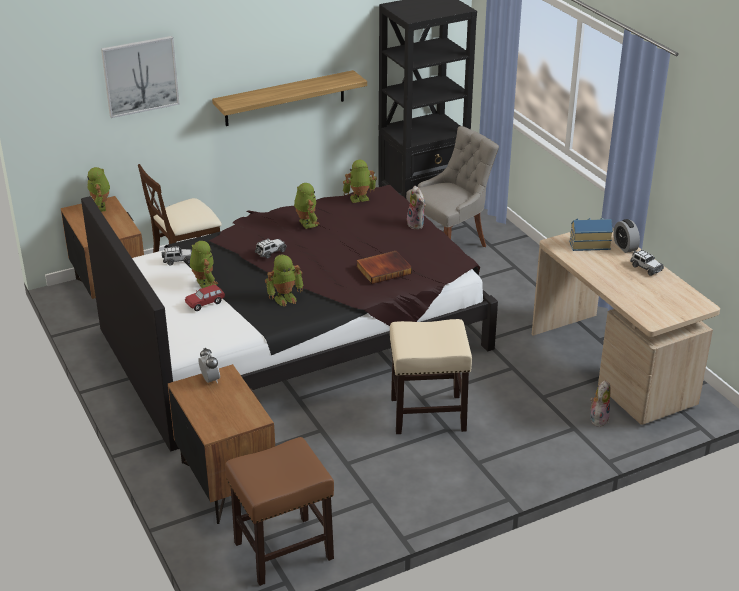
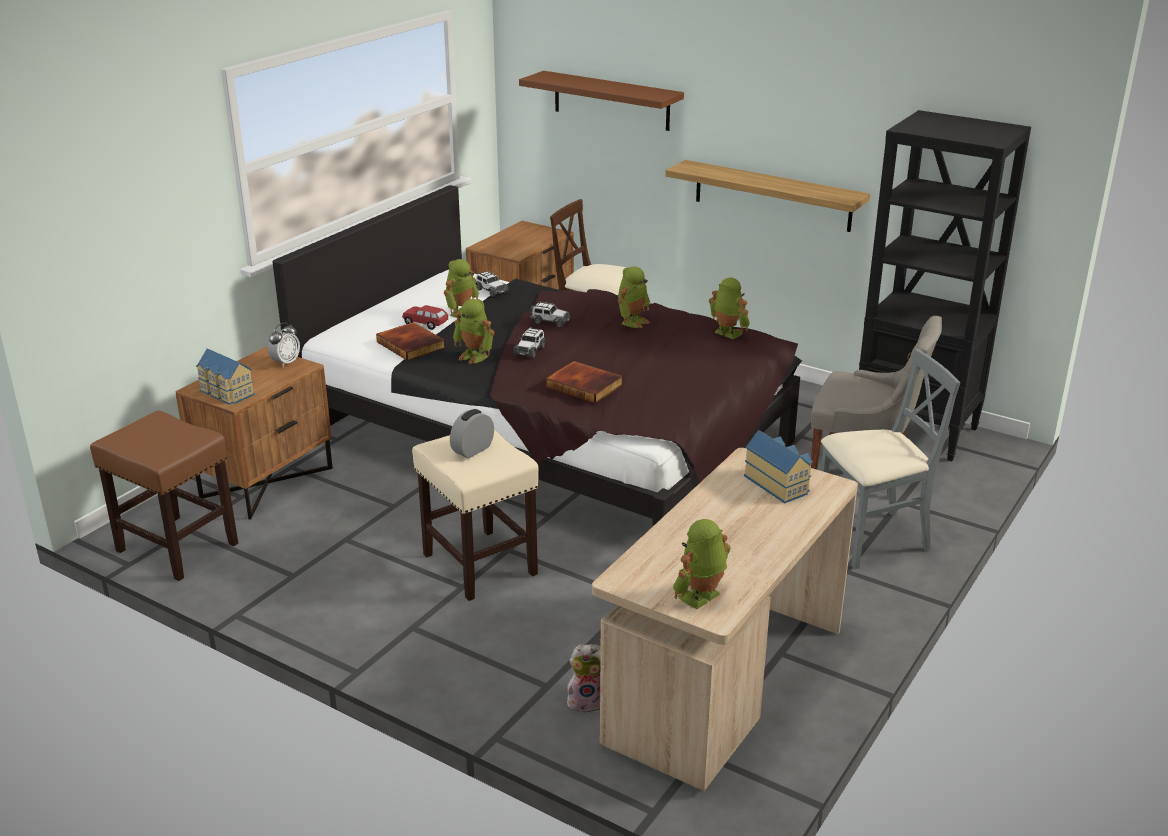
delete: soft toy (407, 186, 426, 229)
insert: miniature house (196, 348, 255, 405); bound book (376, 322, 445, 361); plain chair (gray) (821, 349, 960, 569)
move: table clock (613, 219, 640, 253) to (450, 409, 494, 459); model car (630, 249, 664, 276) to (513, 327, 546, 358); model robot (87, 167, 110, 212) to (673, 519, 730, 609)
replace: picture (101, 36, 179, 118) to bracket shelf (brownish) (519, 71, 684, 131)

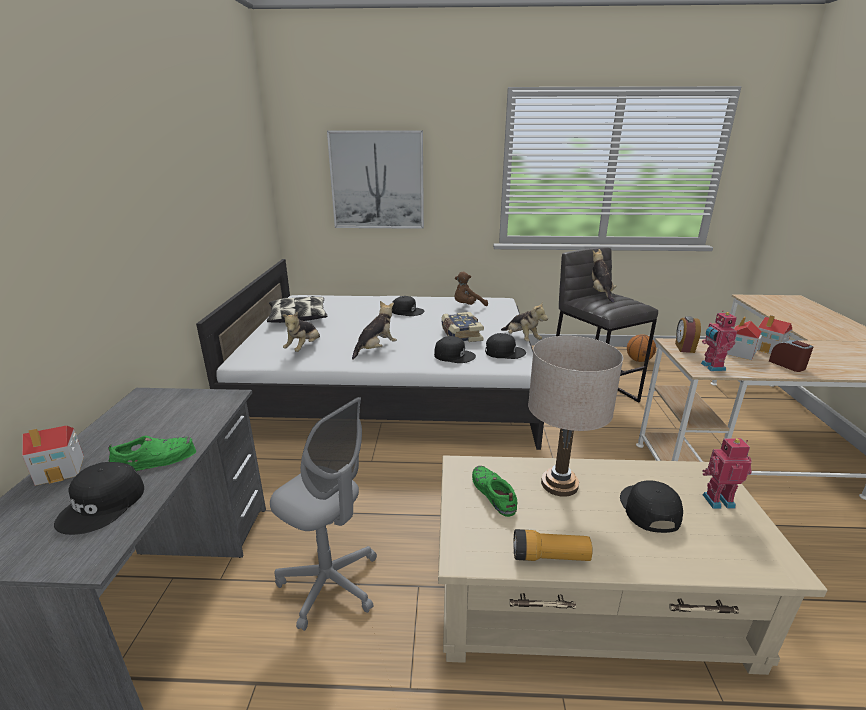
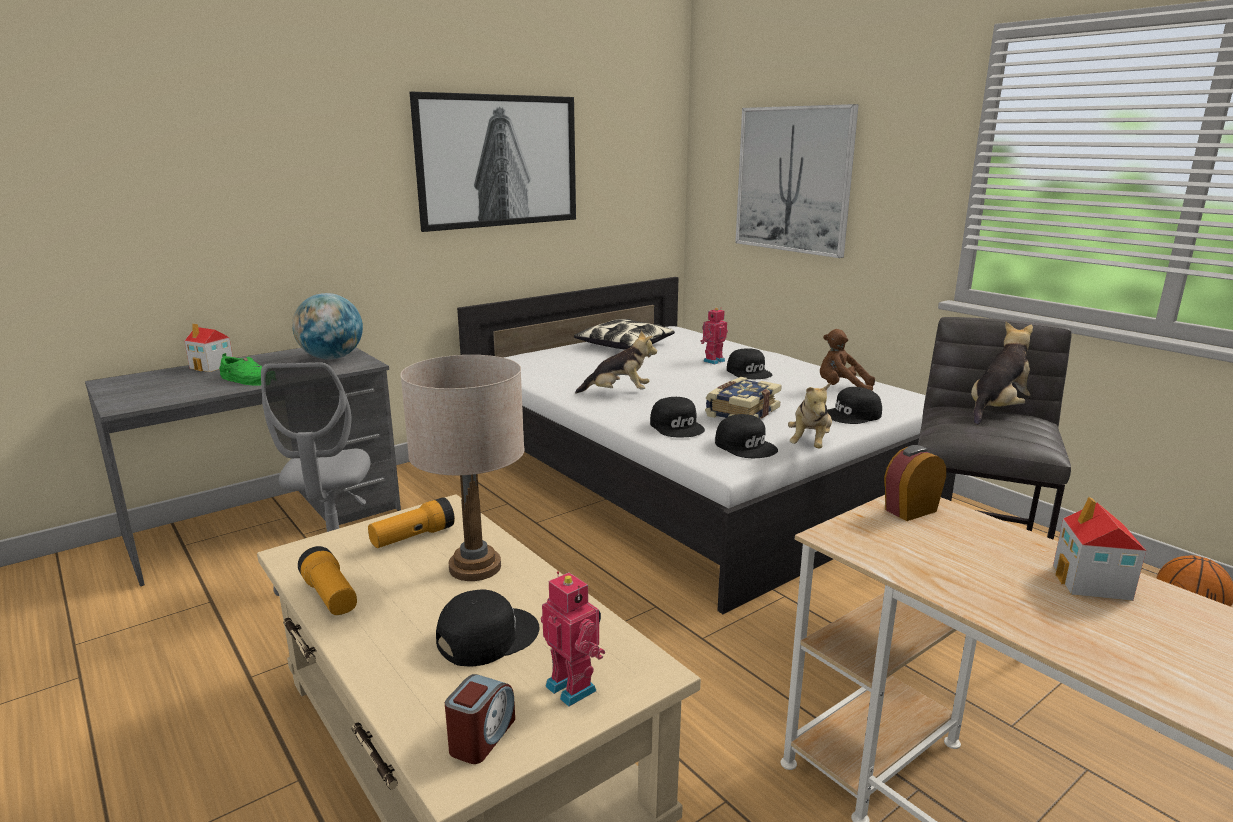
delete: soft toy (283, 312, 320, 352); miniature house (727, 316, 762, 360)
insert: world globe (292, 293, 363, 360); picture (410, 92, 576, 232)
move: table clock (769, 340, 813, 372) to (445, 674, 515, 764); model robot (701, 311, 737, 371) to (700, 308, 728, 364); baseball cap (black-coloured) (54, 462, 144, 535) to (827, 387, 882, 424)
replace: item of footwear (green) (472, 466, 518, 517) to hand torch (368, 497, 455, 548)

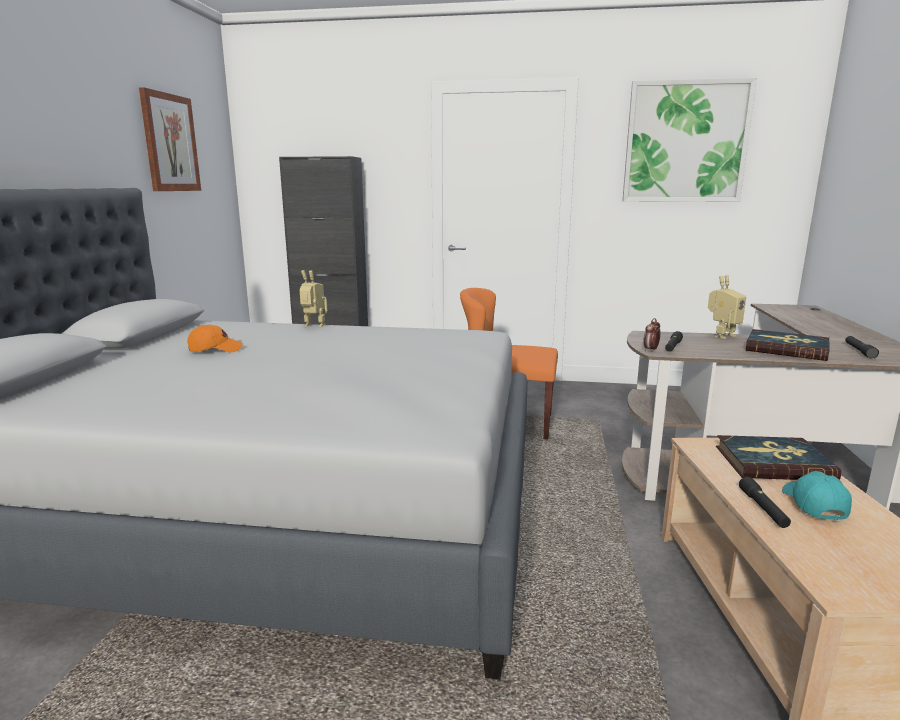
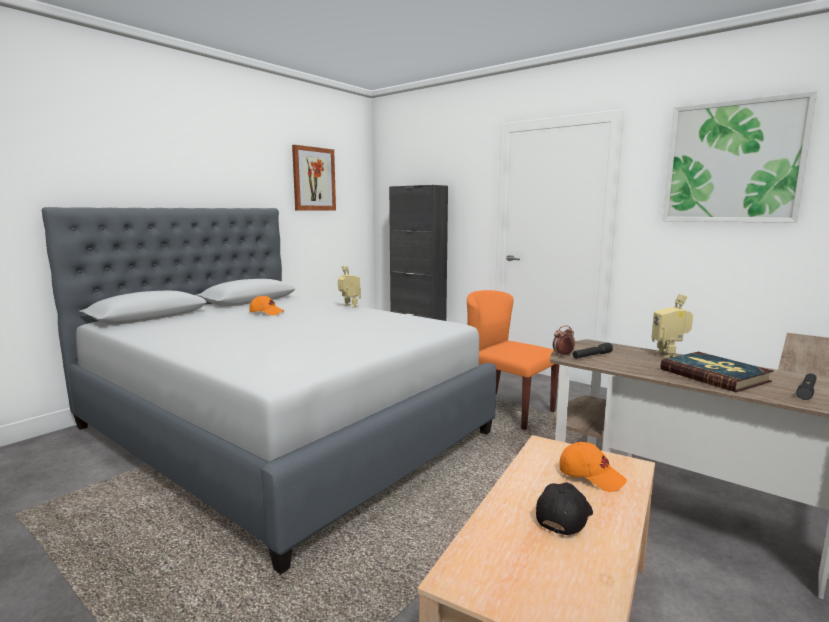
delete: hand torch (black-coloured) (739, 477, 791, 528)
replace: bound book (716, 435, 841, 480) to baseball cap (orangey) (559, 442, 627, 492)
recolor: baseball cap (turquoise) (782, 471, 852, 521) to baseball cap (black-coloured) (536, 483, 593, 535)
rotate: model robot (708, 275, 746, 339) = (652, 294, 693, 358) 90 degrees clockwise

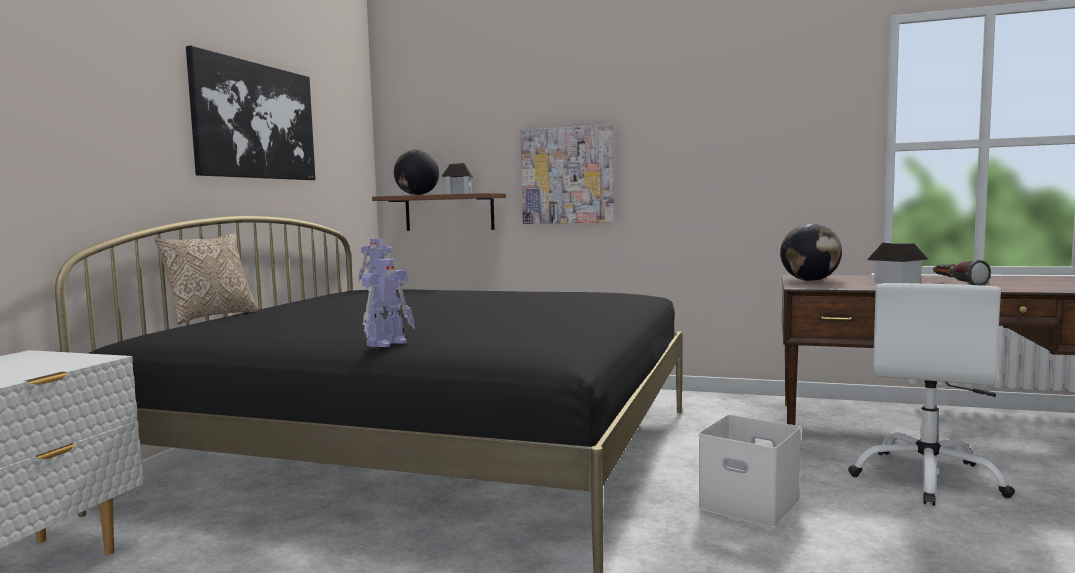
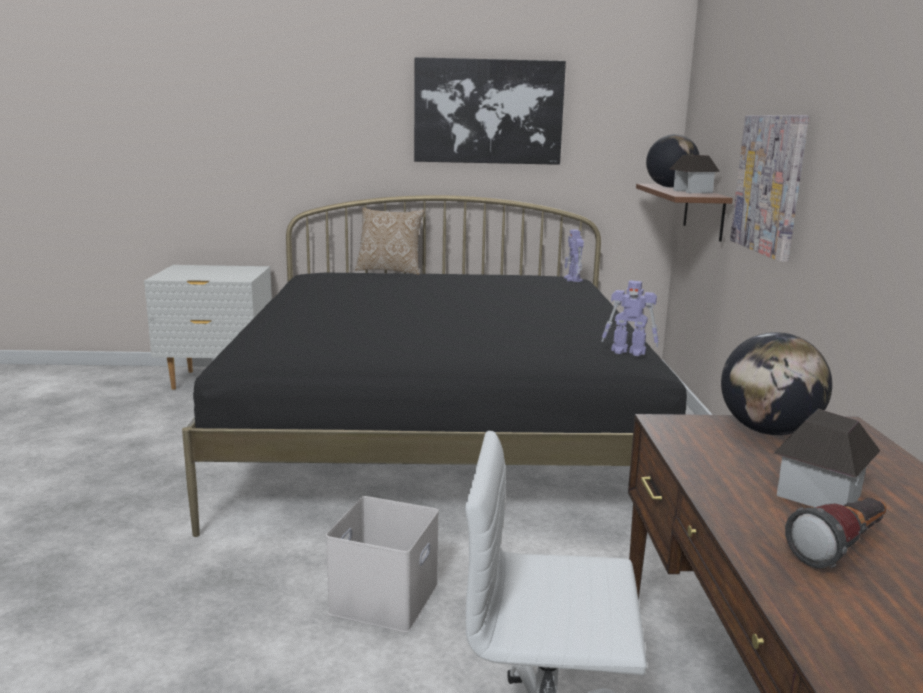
move: model robot (362, 259, 415, 347) to (602, 280, 659, 356)

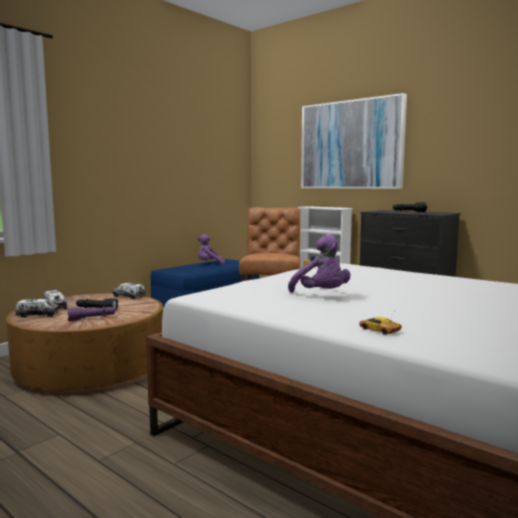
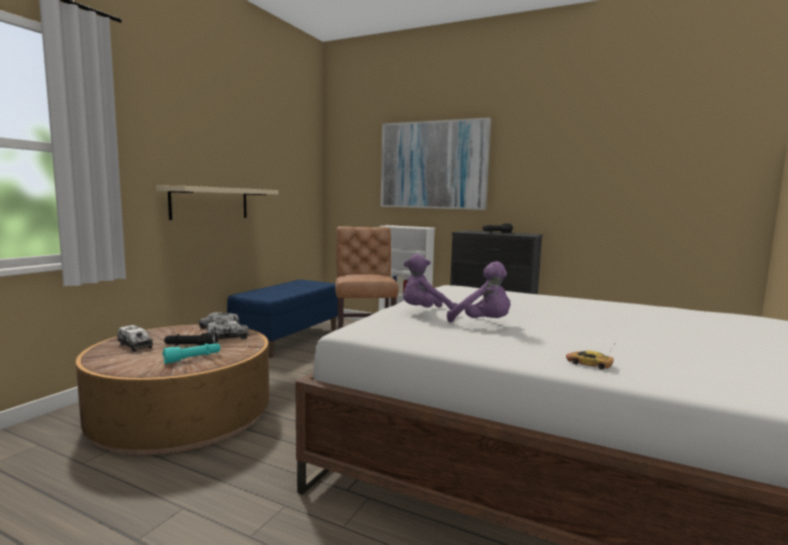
insert: bracket shelf (sand-coloured) (156, 186, 279, 220)
move: toy truck (15, 299, 59, 318) to (207, 321, 249, 341); soft toy (purple-coloured) (198, 234, 225, 265) to (403, 254, 458, 310)
recolor: hand torch (purple-coloured) (67, 306, 115, 321) to hand torch (turquoise) (163, 343, 220, 364)

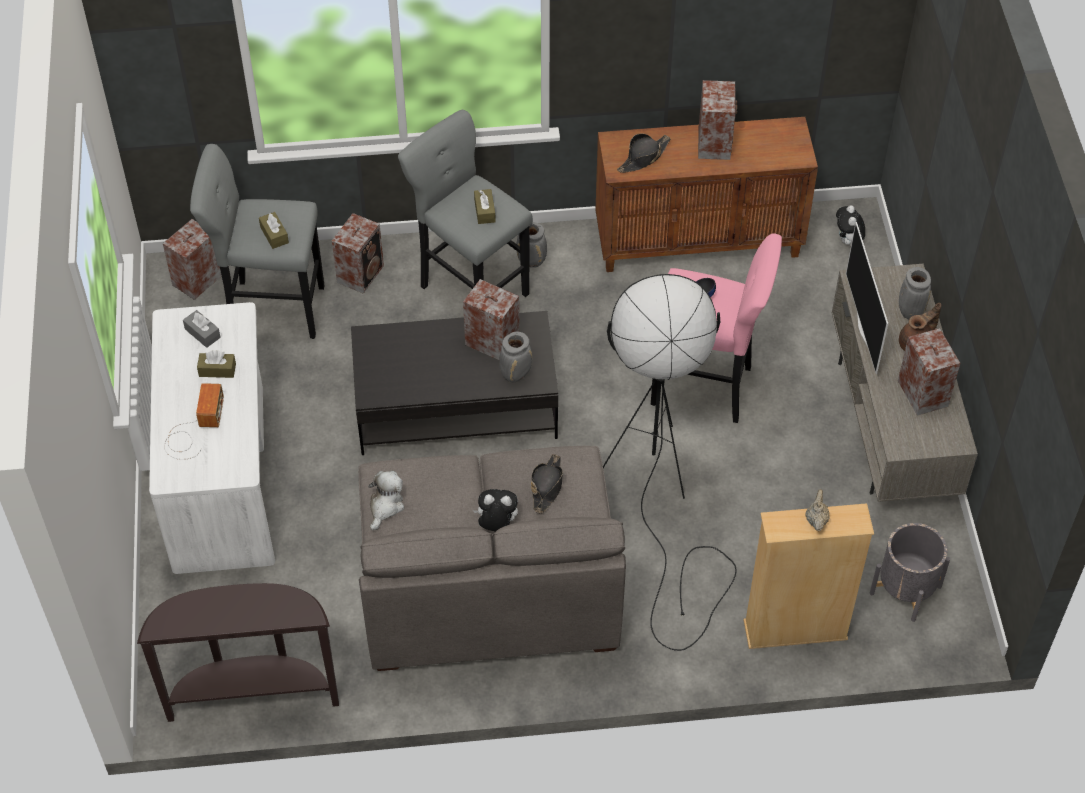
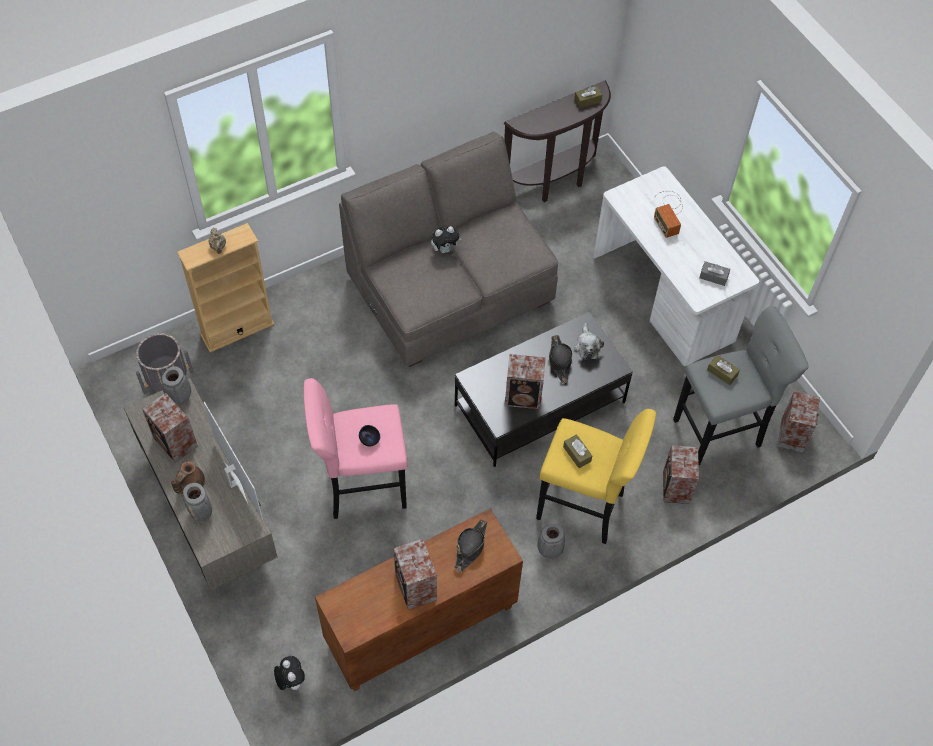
delete: standing lamp (black-coloured) (603, 274, 736, 651)
move: decorative vase (gray) (499, 332, 532, 382) to (162, 366, 191, 406); clothing hat (black-coloured) (531, 454, 563, 514) to (549, 335, 572, 383); tissue box (brownish) (197, 350, 236, 378) to (574, 86, 602, 108); soft toy (368, 471, 404, 531) to (574, 323, 604, 360)
recolor: stool (gray) (398, 110, 533, 297) to stool (yellow-coloured) (536, 409, 656, 544)

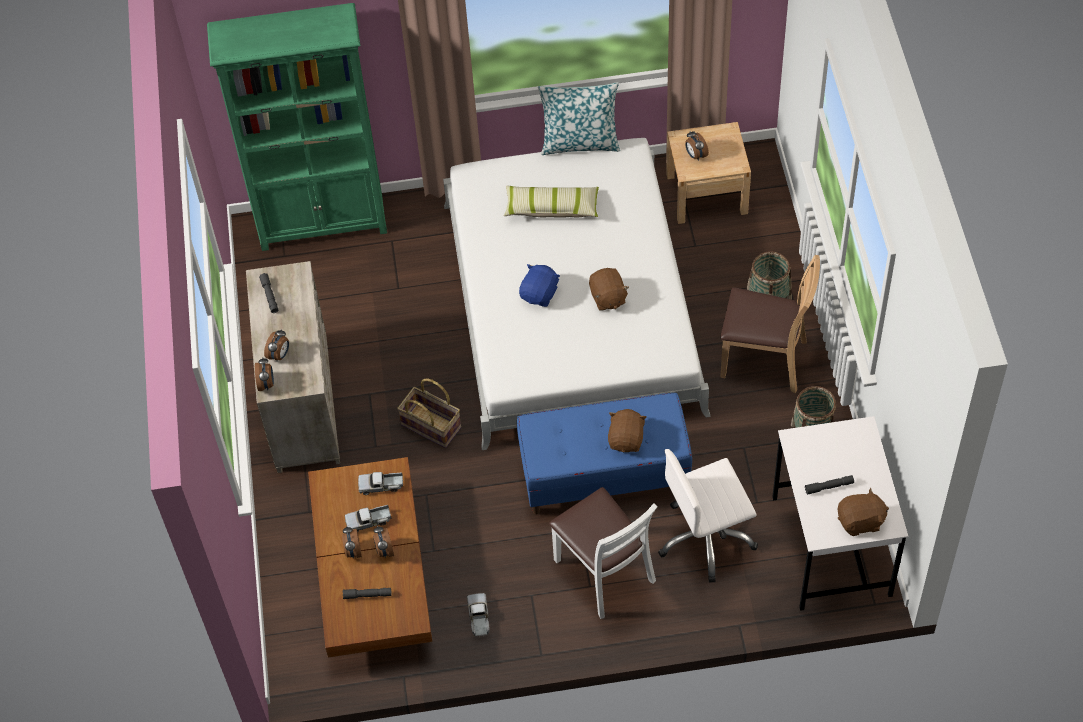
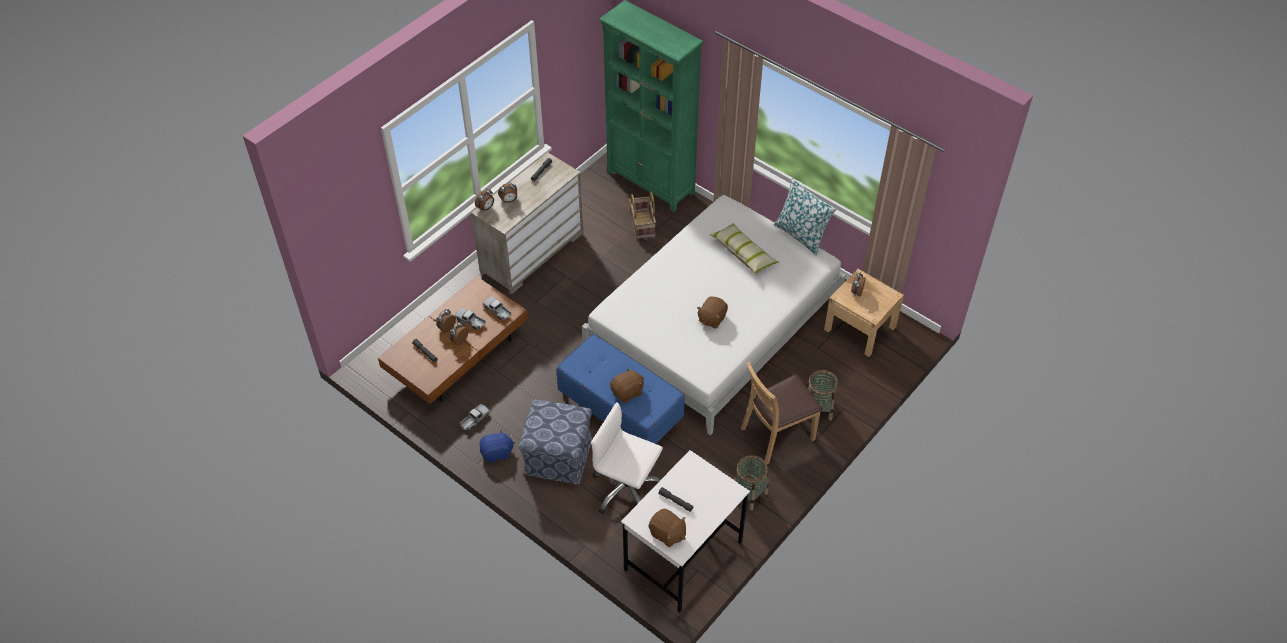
move: soft toy (bluish) (519, 264, 560, 307) to (480, 429, 515, 463); storage basket (397, 379, 461, 448) to (629, 192, 656, 239)
replace: plain chair (white) (549, 487, 658, 619) to ottoman (519, 399, 592, 485)
rotate: plain chair (brownish) (720, 255, 820, 393) = (741, 361, 823, 464) 90 degrees clockwise

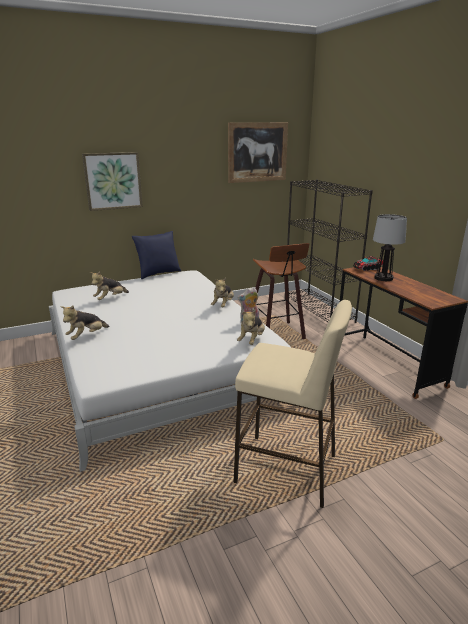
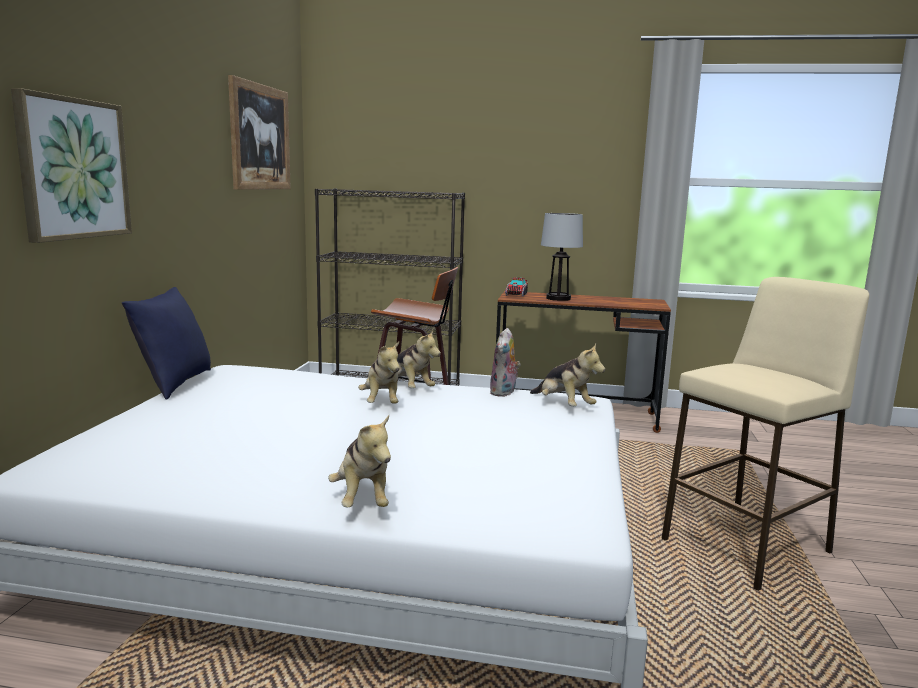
move: soft toy (90, 271, 129, 300) to (358, 341, 400, 404)

